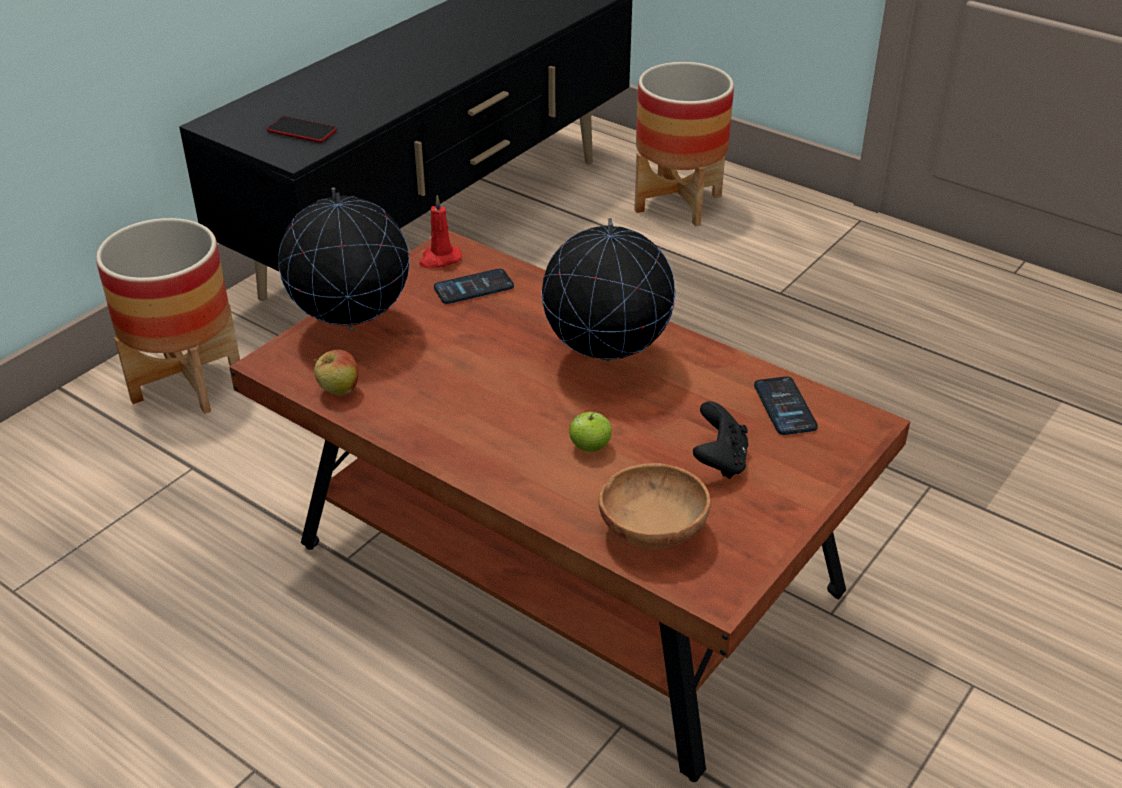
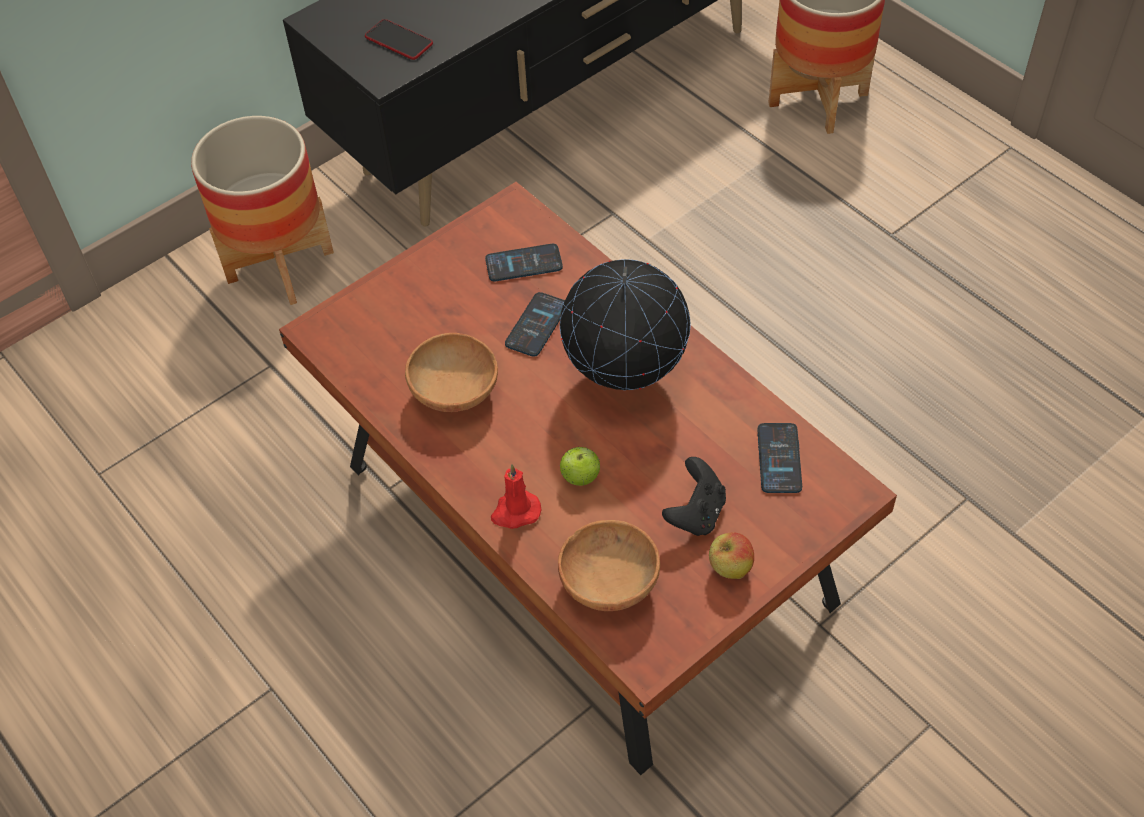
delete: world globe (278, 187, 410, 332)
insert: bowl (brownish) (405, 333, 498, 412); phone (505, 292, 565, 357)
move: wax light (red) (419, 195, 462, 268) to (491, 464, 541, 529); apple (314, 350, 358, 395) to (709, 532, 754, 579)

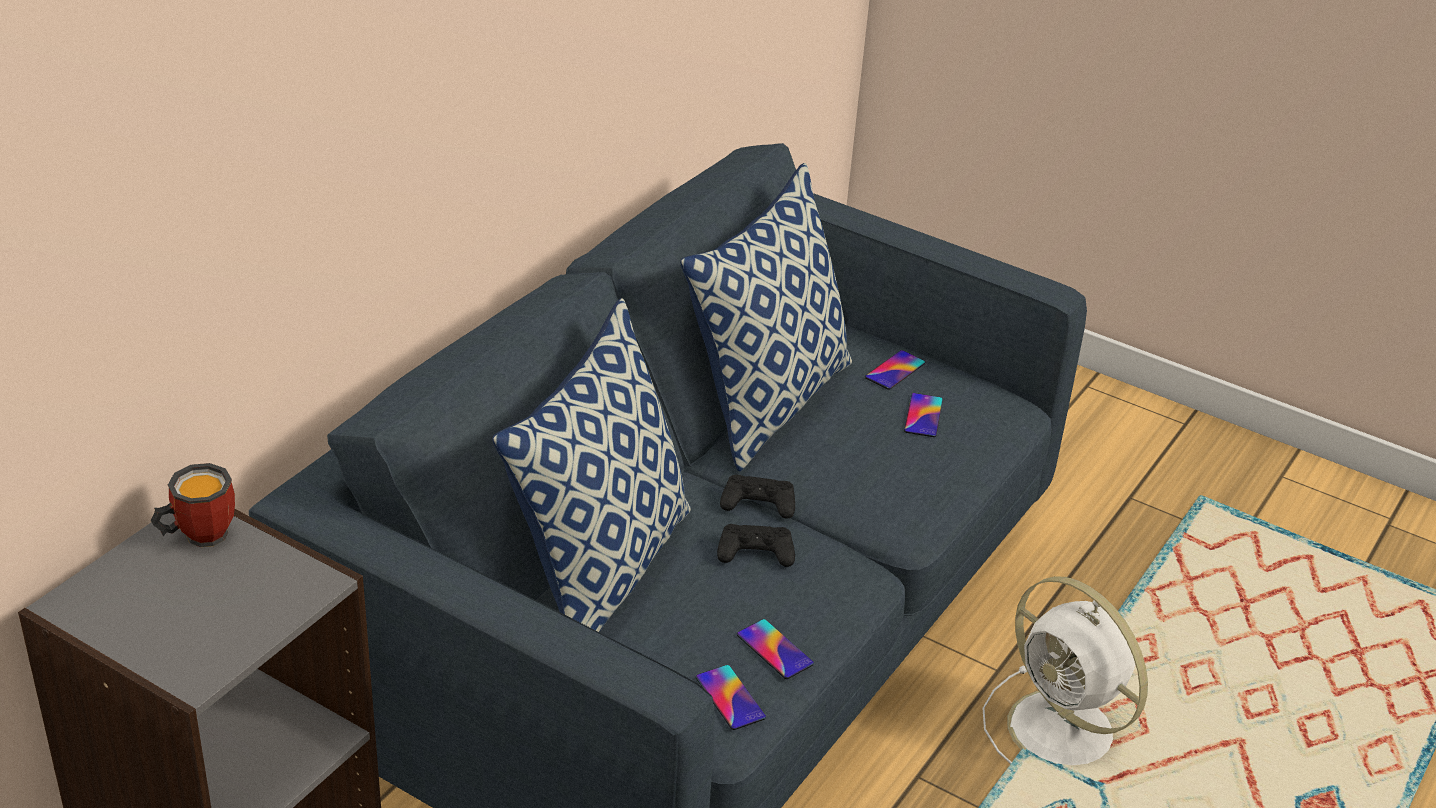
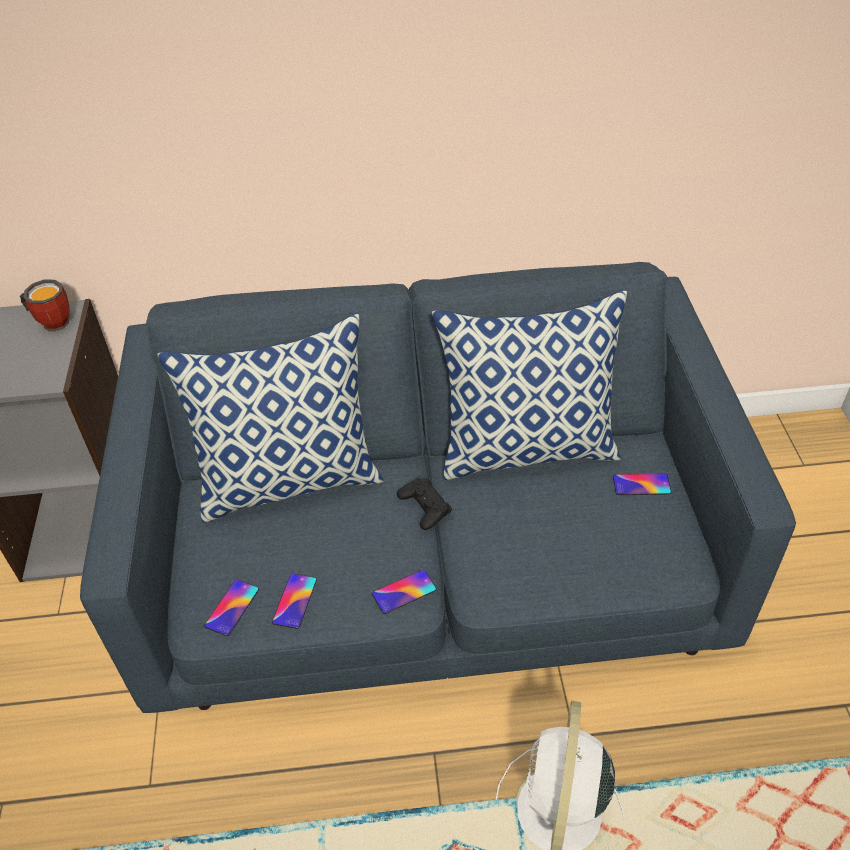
delete: game controller (black-coloured) (717, 524, 795, 567)
move: phone (904, 393, 943, 437) to (372, 569, 436, 614)

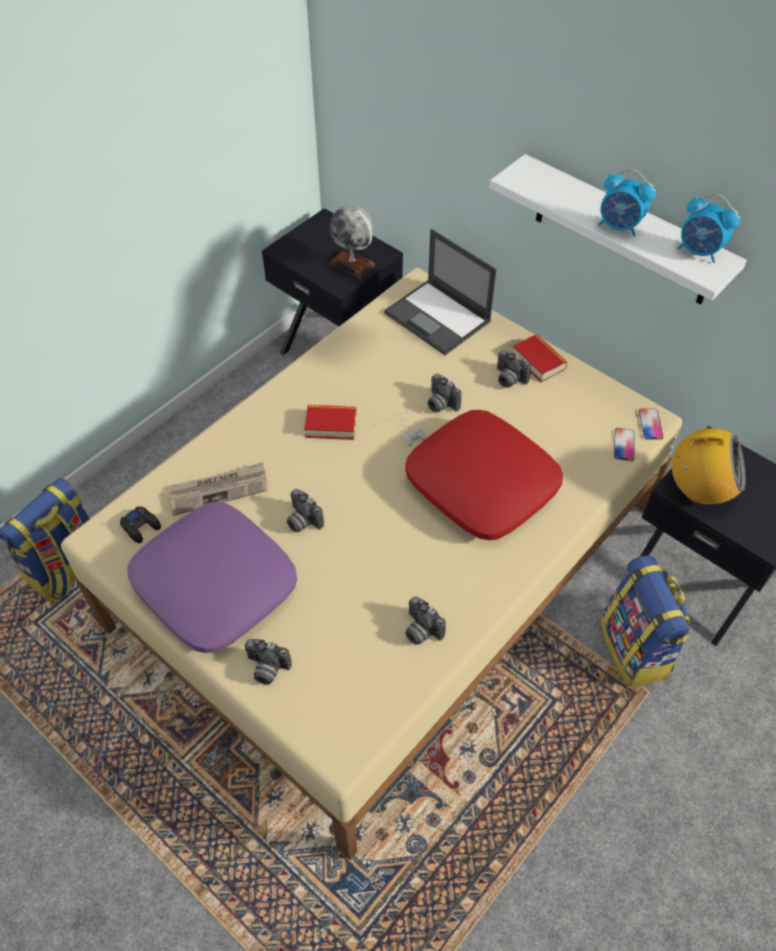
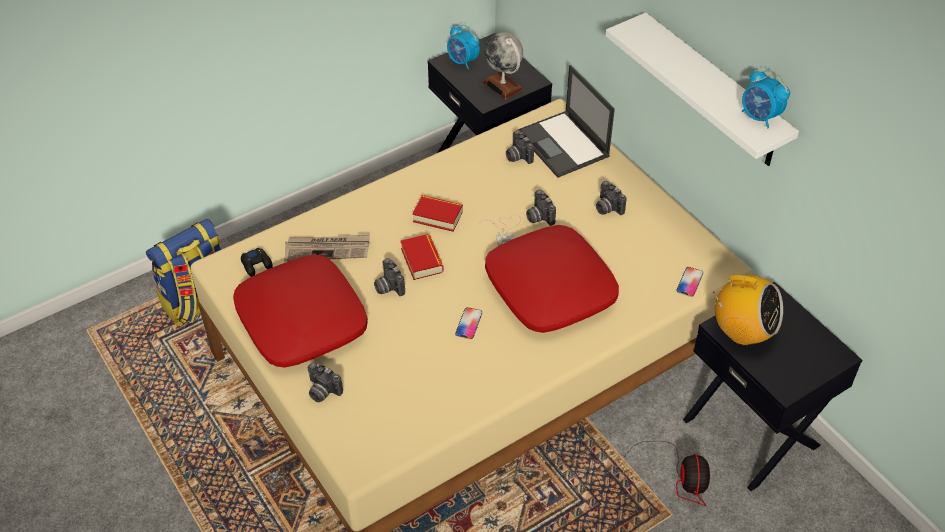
move: bound book (513, 334, 567, 382) to (400, 234, 444, 280); table clock (598, 169, 656, 237) to (447, 25, 479, 69); phone (639, 408, 663, 440) to (455, 307, 482, 339); photo camera (406, 597, 446, 645) to (506, 130, 534, 164)
replace: backpack (600, 556, 691, 687) to cooling fan (623, 441, 710, 506)
recolor: pillow (purple-coloured) (127, 502, 297, 653) to pillow (red) (233, 254, 368, 368)

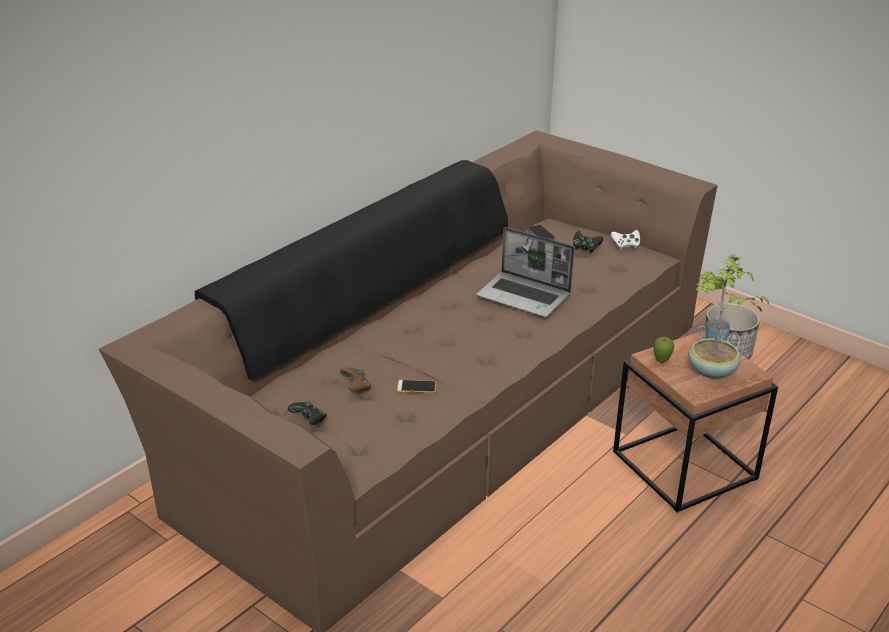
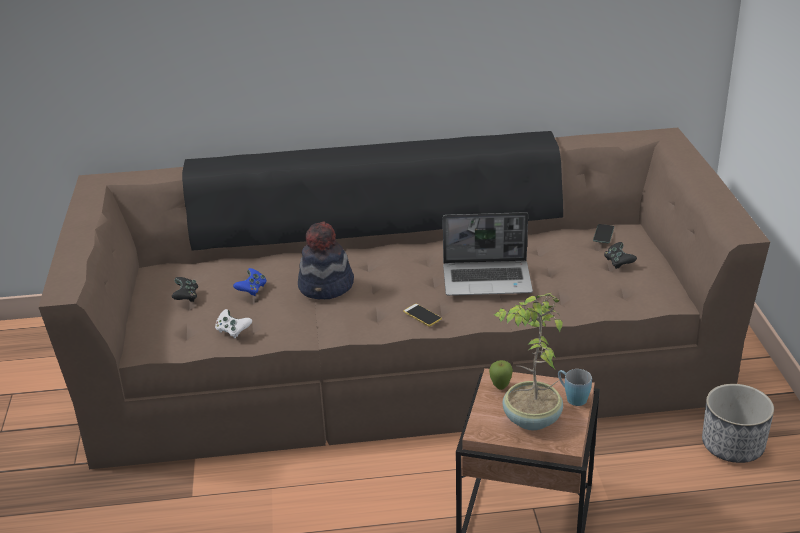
insert: clothing hat (298, 221, 354, 299)
move: game controller (white) (611, 230, 640, 250) to (215, 309, 252, 338); phone (397, 380, 436, 393) to (403, 304, 442, 326)
recolor: game controller (brownish) (340, 368, 371, 392) to game controller (bluish) (233, 268, 267, 296)
rotate: notebook computer (477, 227, 575, 317) = (443, 212, 533, 296) 75 degrees counterclockwise

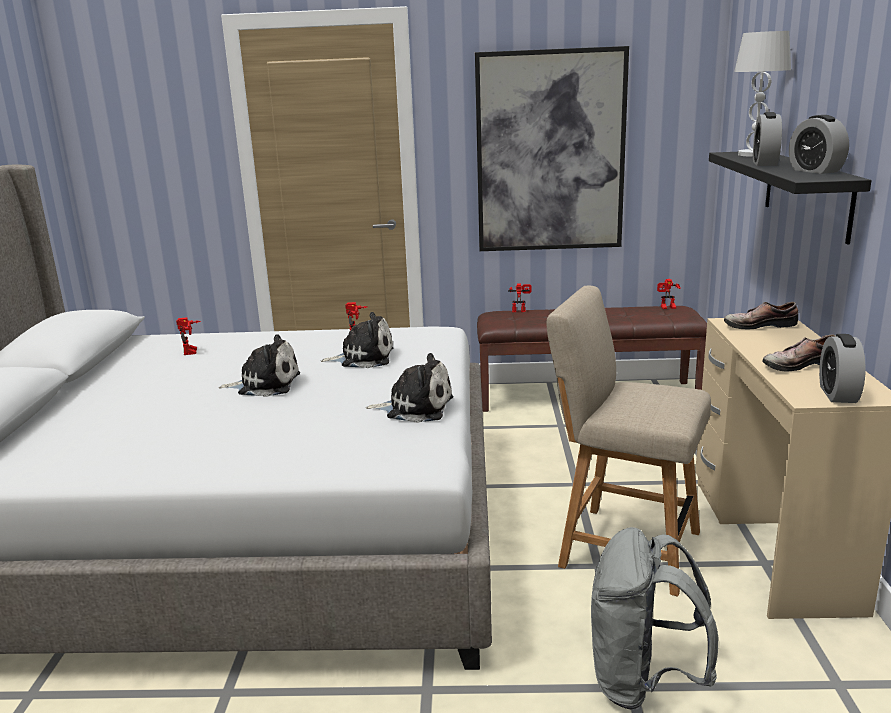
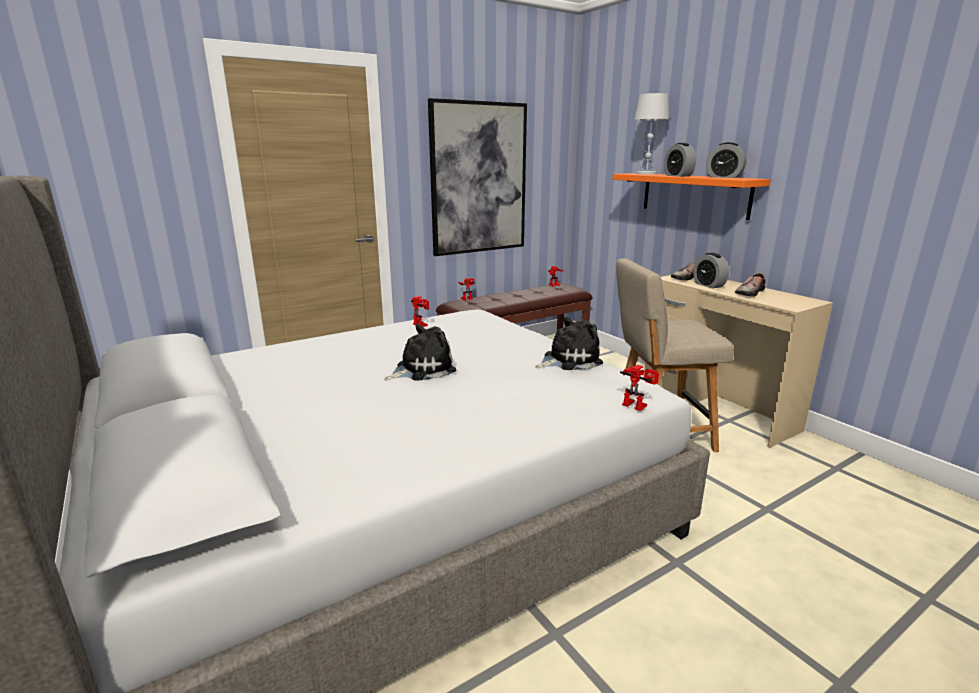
delete: soft toy (321, 312, 393, 368); backpack (gray) (591, 527, 719, 710)
move: model robot (176, 317, 201, 355) to (620, 365, 659, 411); table clock (819, 334, 866, 403) to (693, 253, 729, 288)
recolor: bracket shelf (black-coloured) (709, 152, 872, 244) to bracket shelf (orangey) (613, 173, 771, 220)

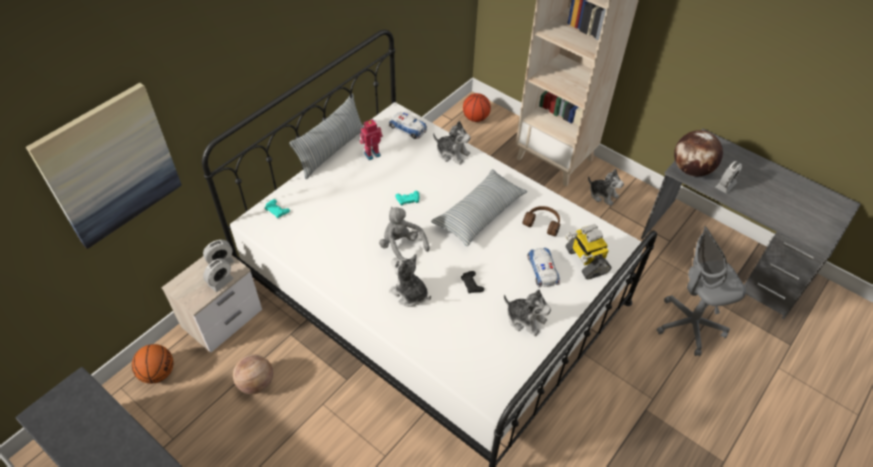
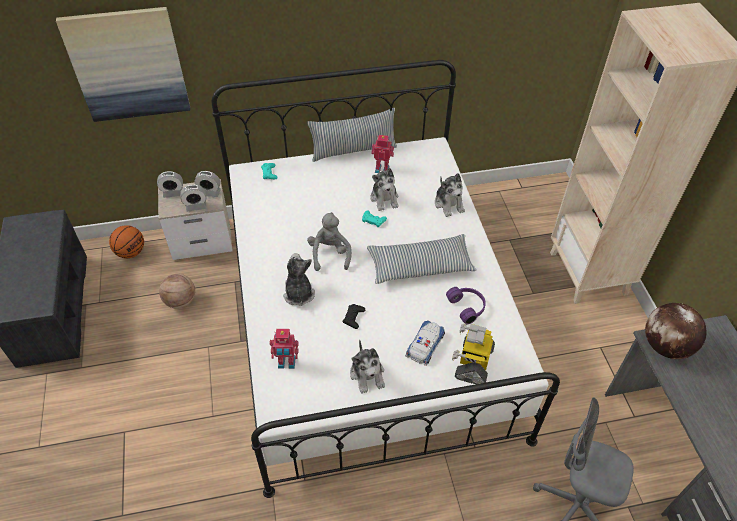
delete: model car (389, 112, 427, 139); basketball ball (463, 93, 491, 122)
insert: model robot (270, 329, 299, 369)
move: table clock (715, 161, 742, 194) to (157, 171, 183, 198); soft toy (588, 169, 624, 206) to (371, 168, 398, 211)
recolor: headphones (brownish) (522, 206, 560, 236) to headphones (purple-coloured) (446, 287, 486, 324)

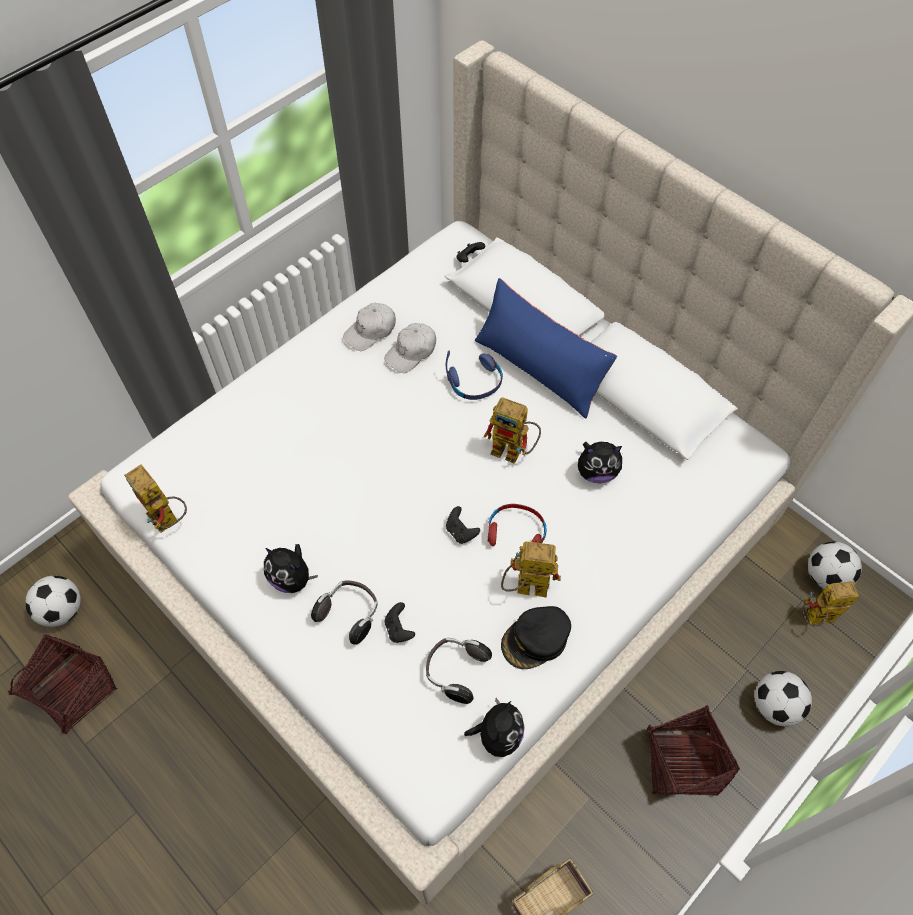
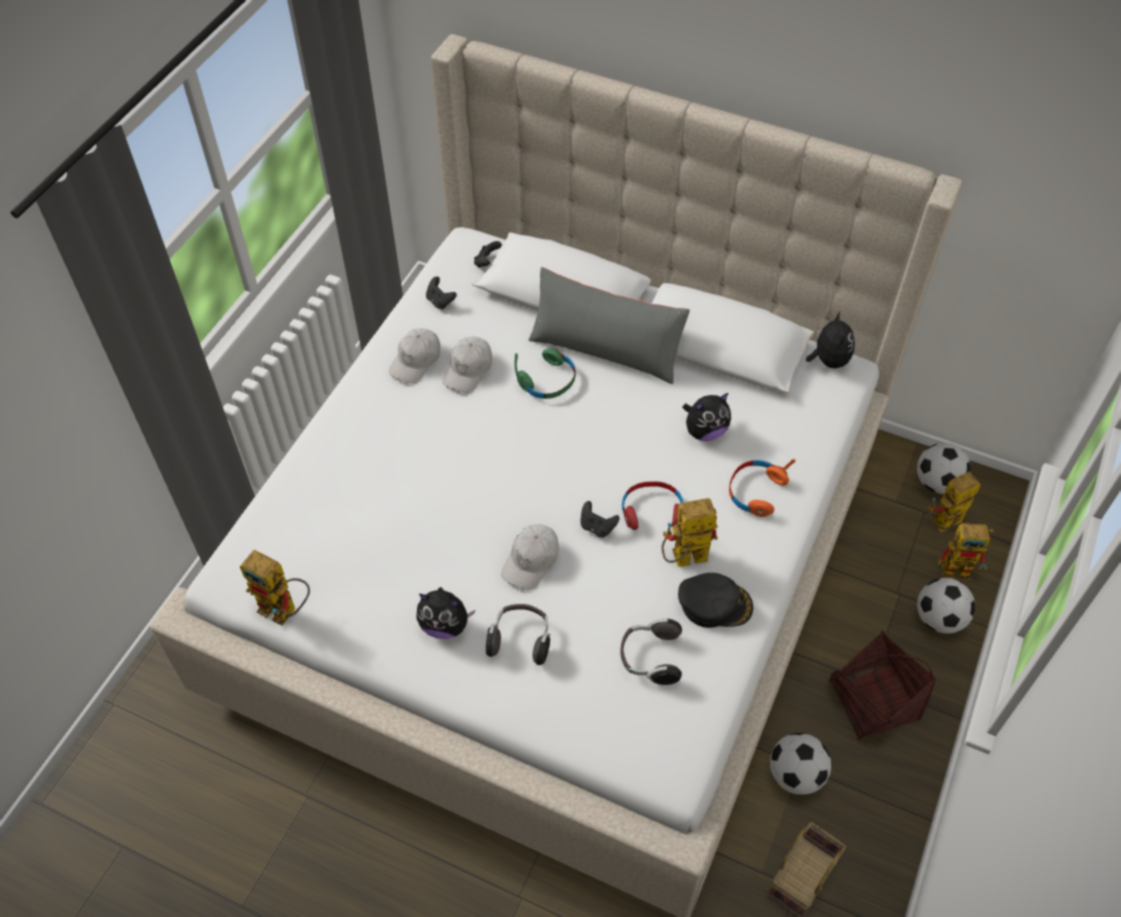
delete: storage basket (8, 635, 117, 734)
insert: baseball cap (white) (501, 524, 559, 590); headphones (orangey) (729, 459, 795, 517)
move: game controller (black-coloured) (385, 602, 415, 643) to (426, 276, 457, 309); football (25, 576, 81, 627) to (770, 733, 831, 795); soft toy (464, 698, 524, 757) to (806, 312, 855, 369); model robot (483, 397, 541, 464) to (937, 523, 994, 580)
recolor: headphones (bluish) (446, 351, 503, 400) to headphones (green) (515, 348, 576, 399); pillow (bluish) (475, 278, 617, 418) to pillow (gray) (529, 267, 690, 384)
rotate: baseball cap (black-coloured) (501, 606, 571, 669) = (678, 573, 753, 628) 120 degrees counterclockwise

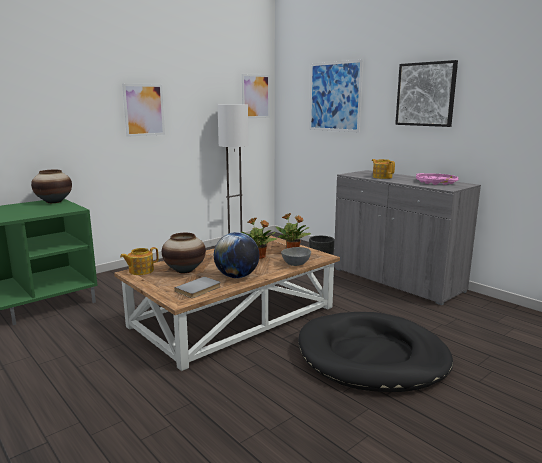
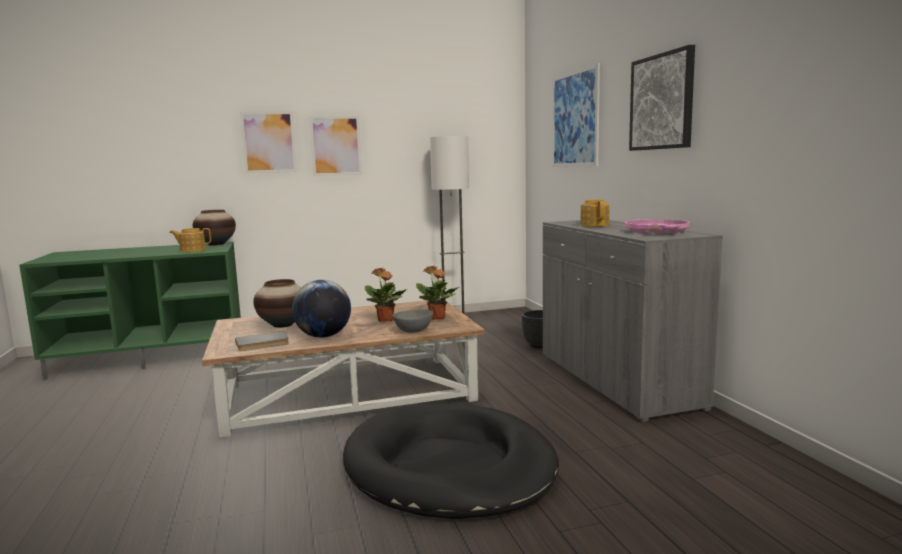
move: teapot (120, 247, 159, 275) to (170, 228, 211, 252); picture (242, 74, 270, 118) to (240, 111, 297, 174)

